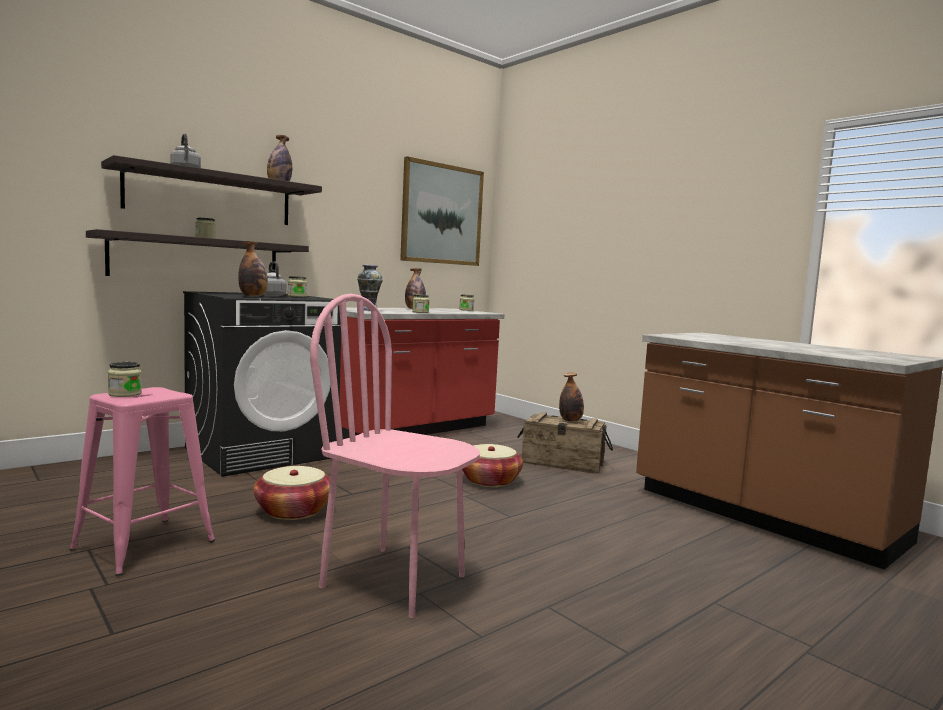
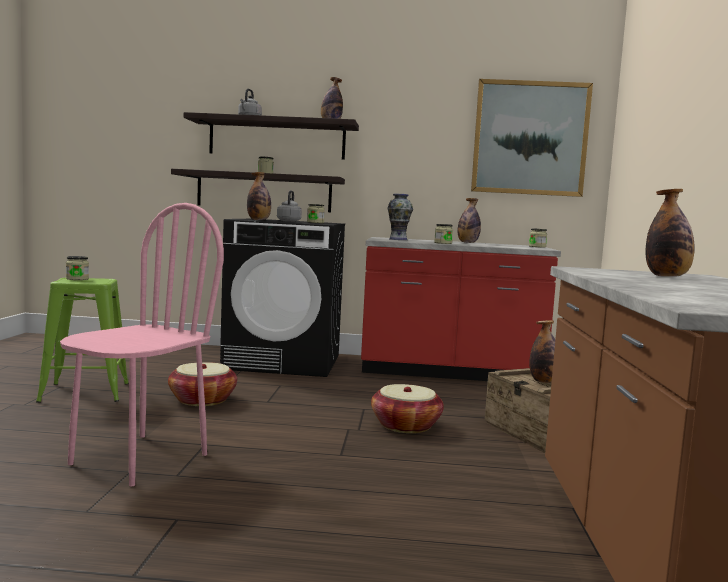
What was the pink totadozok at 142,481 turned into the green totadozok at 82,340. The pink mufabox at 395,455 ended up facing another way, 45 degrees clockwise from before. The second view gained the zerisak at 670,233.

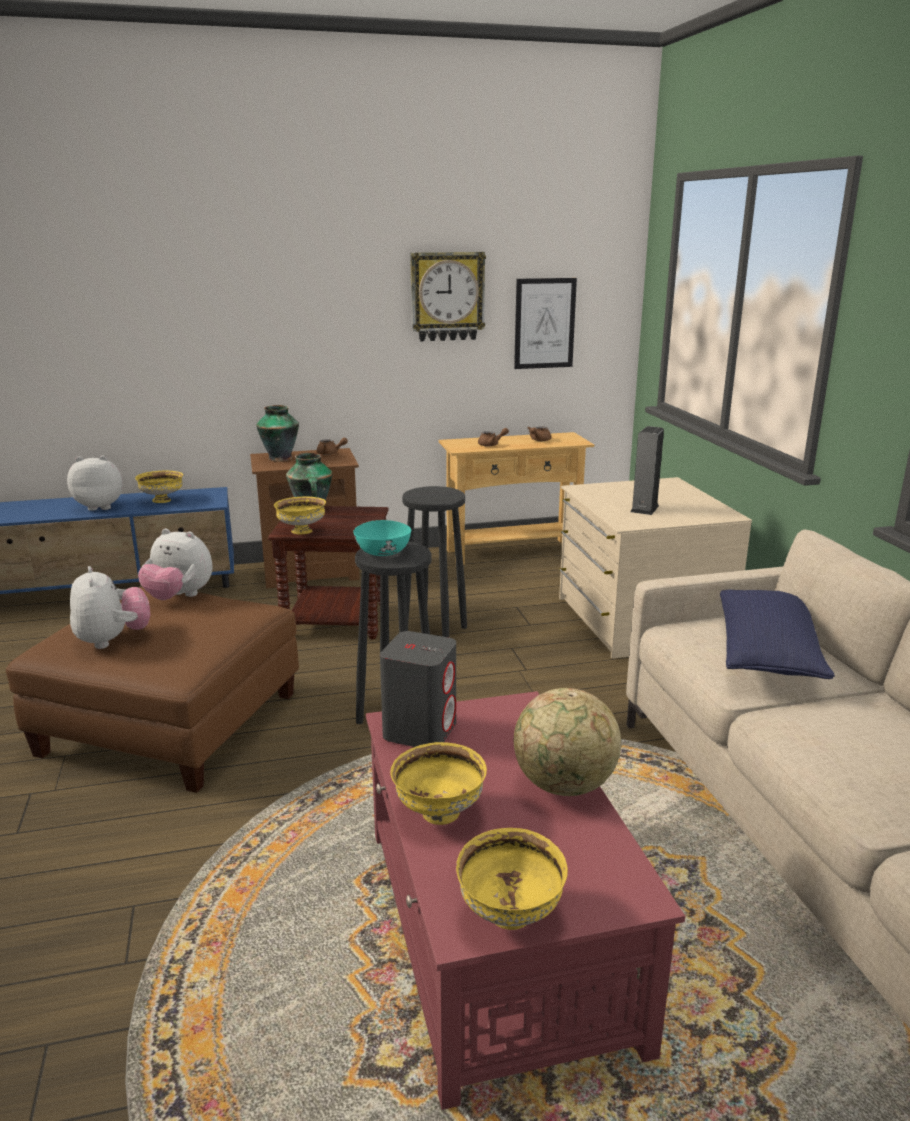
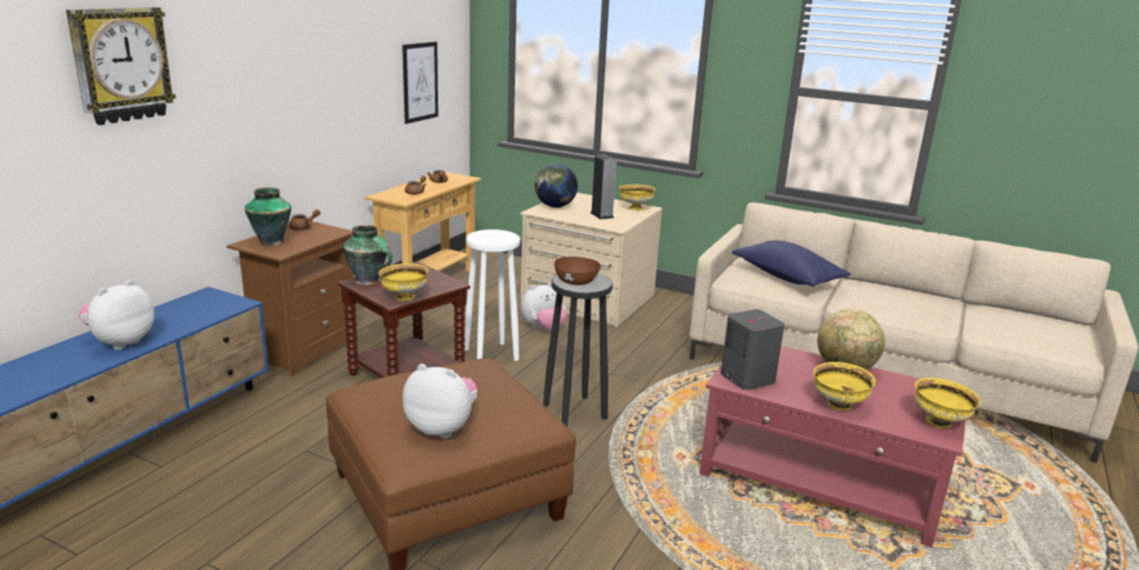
The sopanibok ended up elsewhere, having gone from 448,296 to 121,66. What was the black totadozok at 434,561 turned into the white totadozok at 492,295. The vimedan ended up elsewhere, having gone from 175,564 to 544,307. The second view gained the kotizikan at 556,186. What was the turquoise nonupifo at 382,538 turned into the brown nonupifo at 577,271. The yellow nonupifo ended up elsewhere, having gone from 159,487 to 637,197.

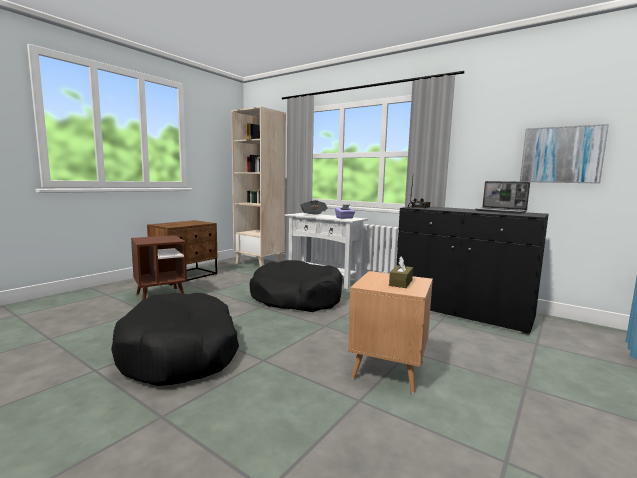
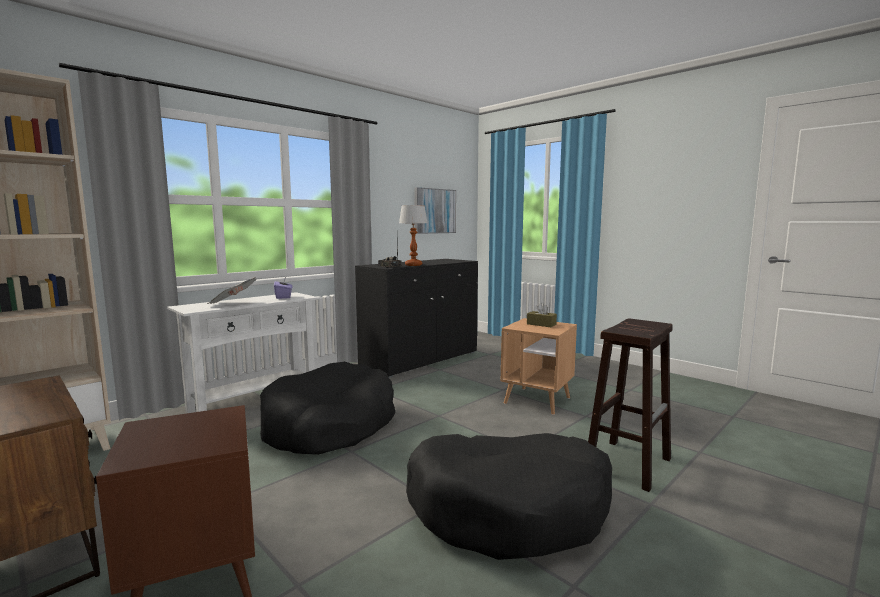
The second view gained the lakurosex at 413,235. The second view gained the brown totadozok at 630,405. The second view lost the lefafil at 502,197.

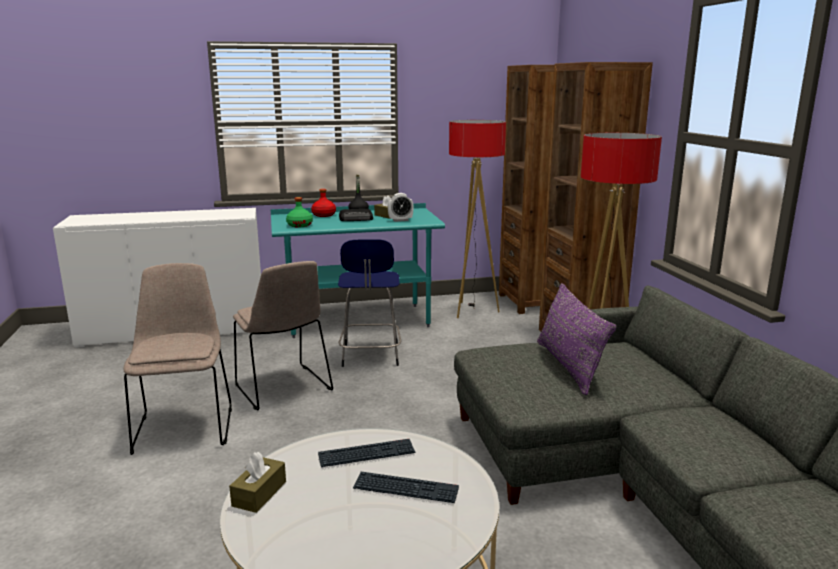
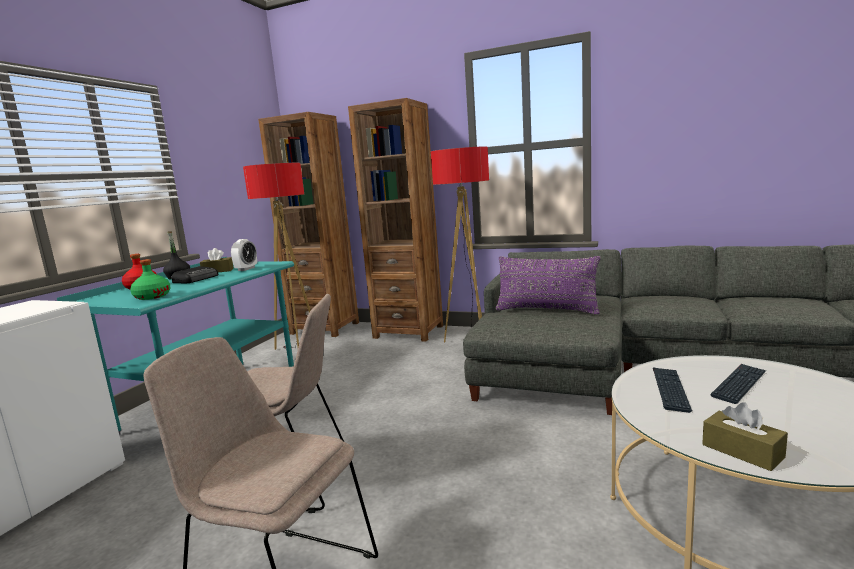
The second view lost the blue totadozok at 369,303.

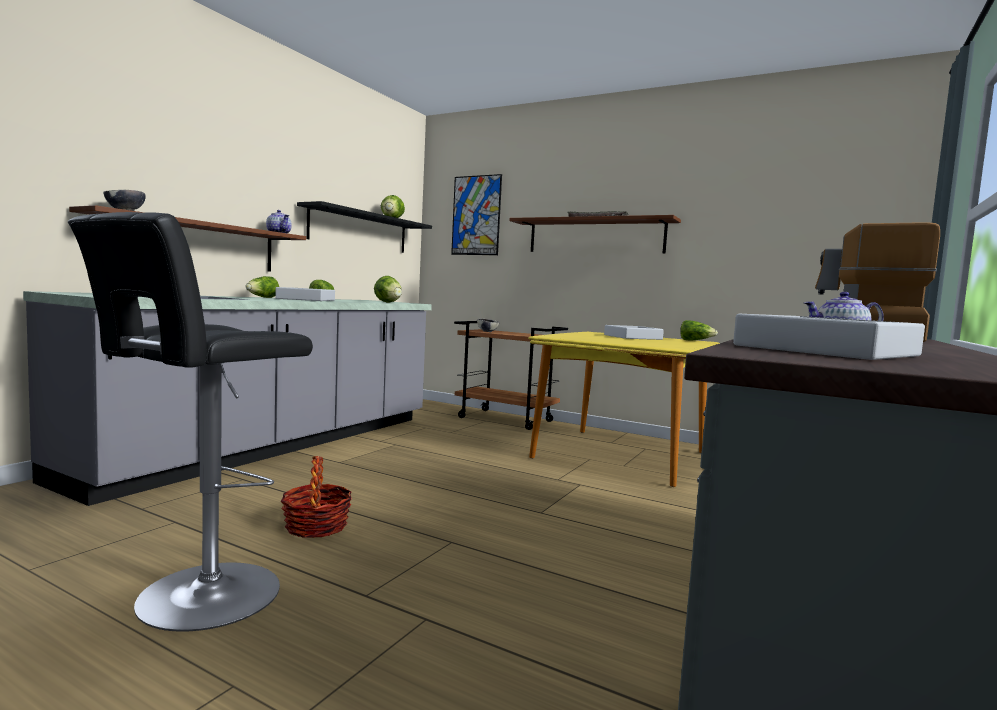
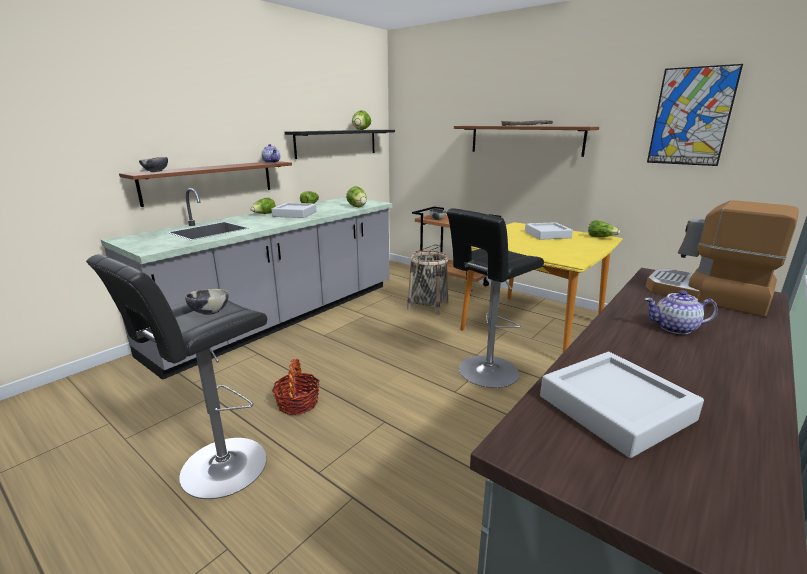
The second view gained the nonupifo at 206,302. The second view gained the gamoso at 427,282. The second view gained the black totadozok at 495,298. The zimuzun ended up elsewhere, having gone from 476,214 to 695,115.

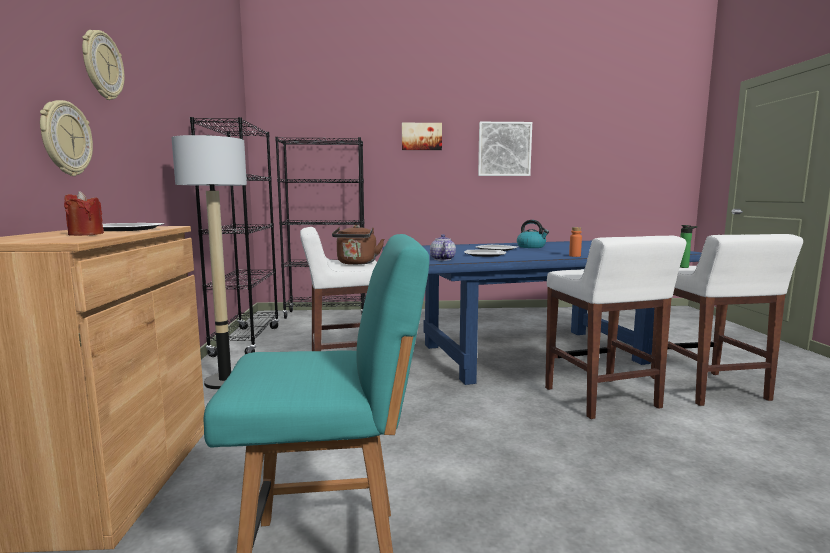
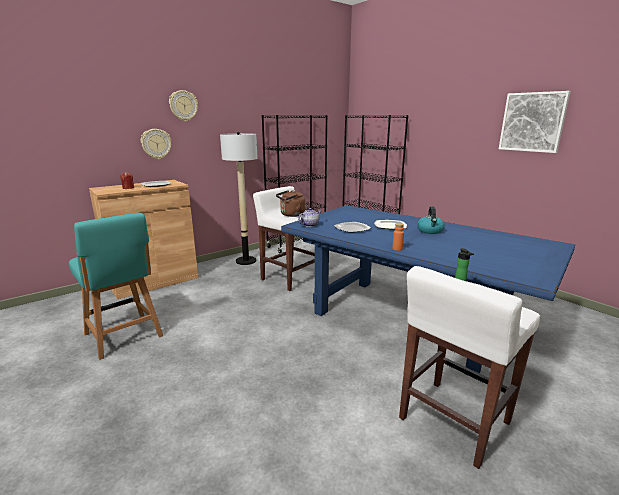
The second view lost the zimuzun at 422,136. The second view lost the white totadozok at 615,327.

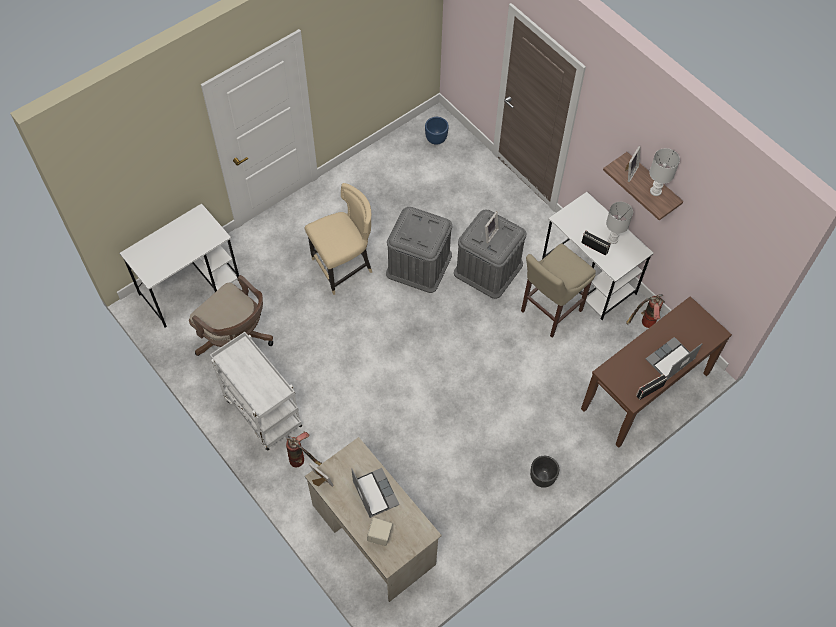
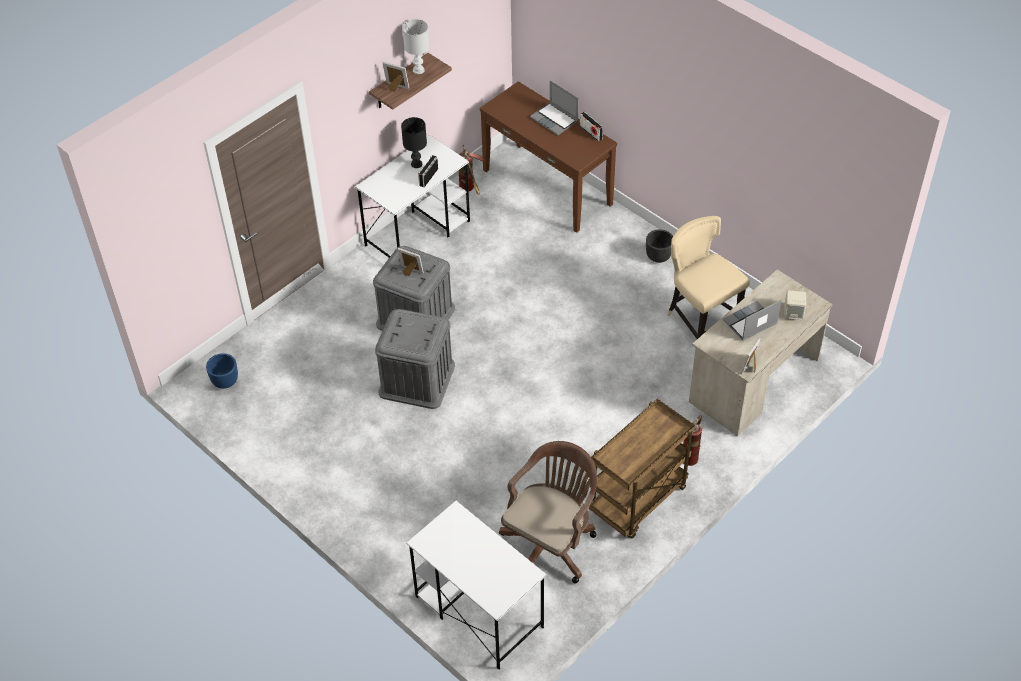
What was the white lakurosex at 619,223 turned into the black lakurosex at 414,142. What was the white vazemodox at 256,391 turned into the brown vazemodox at 642,468. The beige mufabox ended up elsewhere, having gone from 338,239 to 708,277. The second view lost the beige totadozok at 558,290.

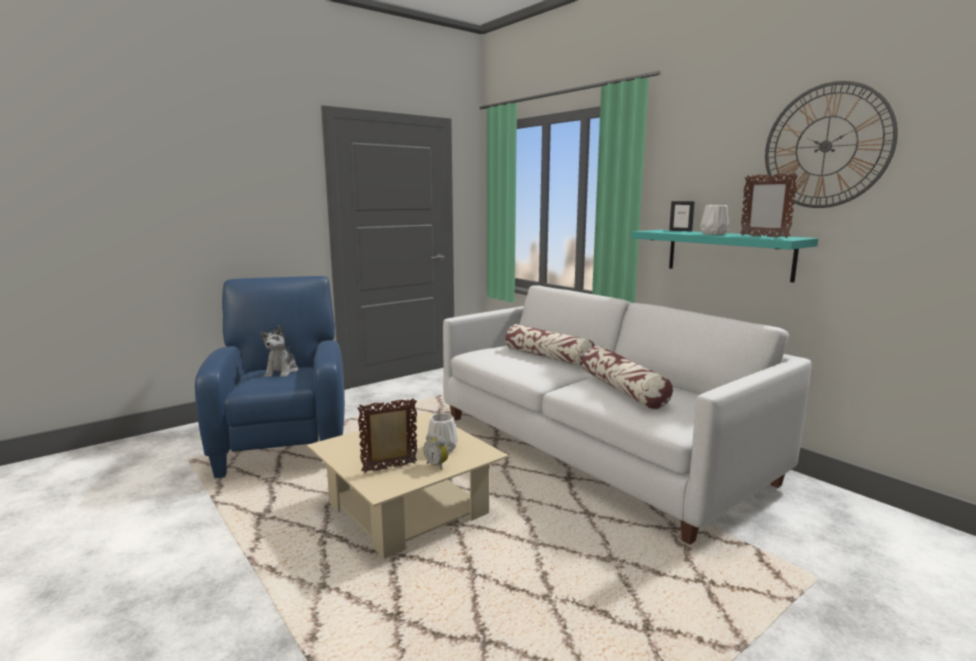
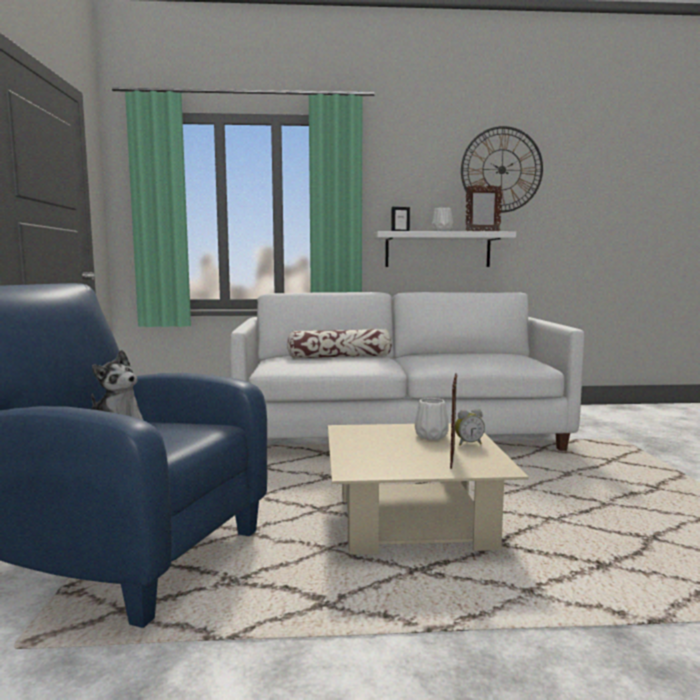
What was the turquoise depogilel at 725,256 turned into the white depogilel at 444,249. The second view lost the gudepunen at 627,377.

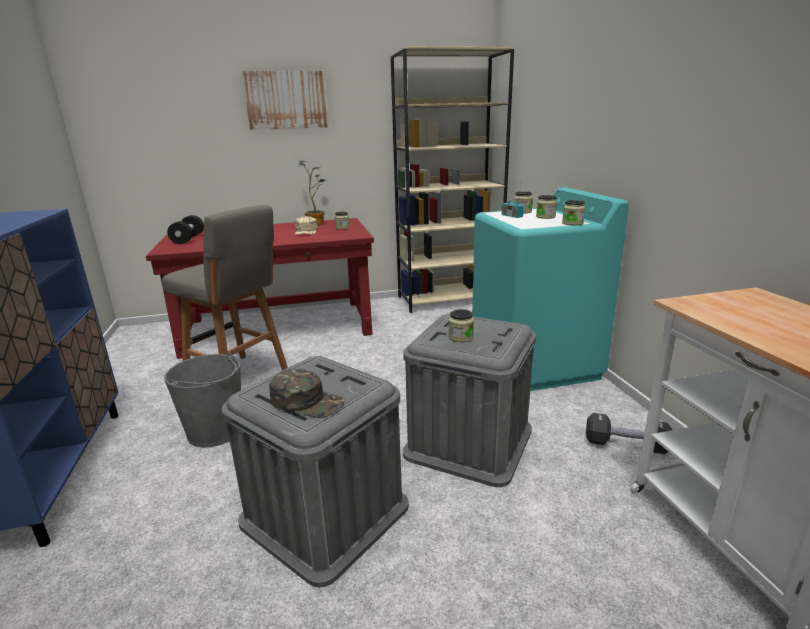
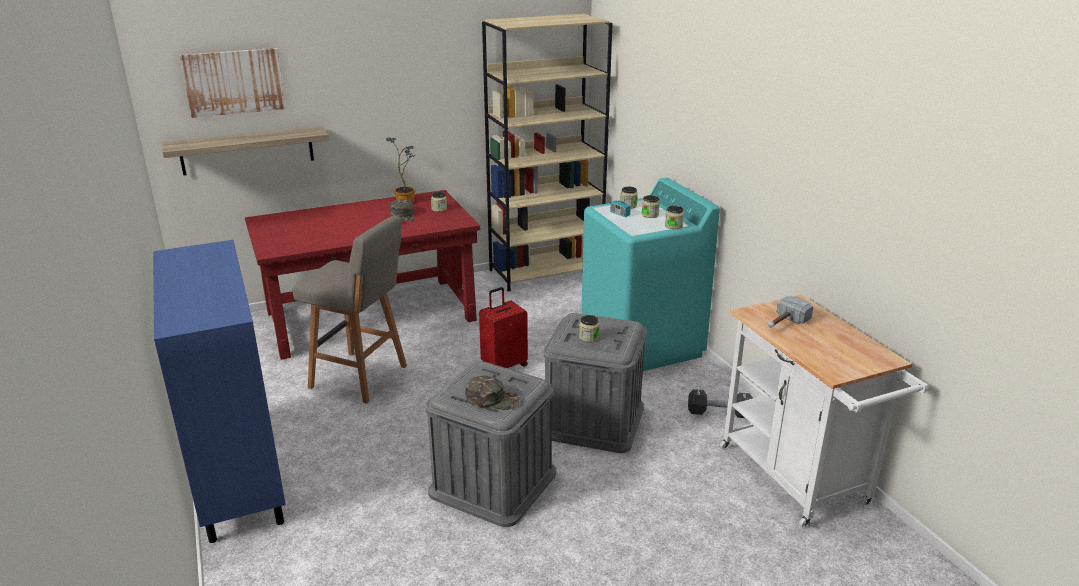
The second view gained the depogilel at 245,151. The zimuzun ended up elsewhere, having gone from 285,100 to 233,83. What was the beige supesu at 306,225 turned into the green supesu at 402,210. The second view gained the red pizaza at 503,327. The second view gained the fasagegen at 790,312. The second view lost the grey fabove at 202,400. The second view lost the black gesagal at 185,229.

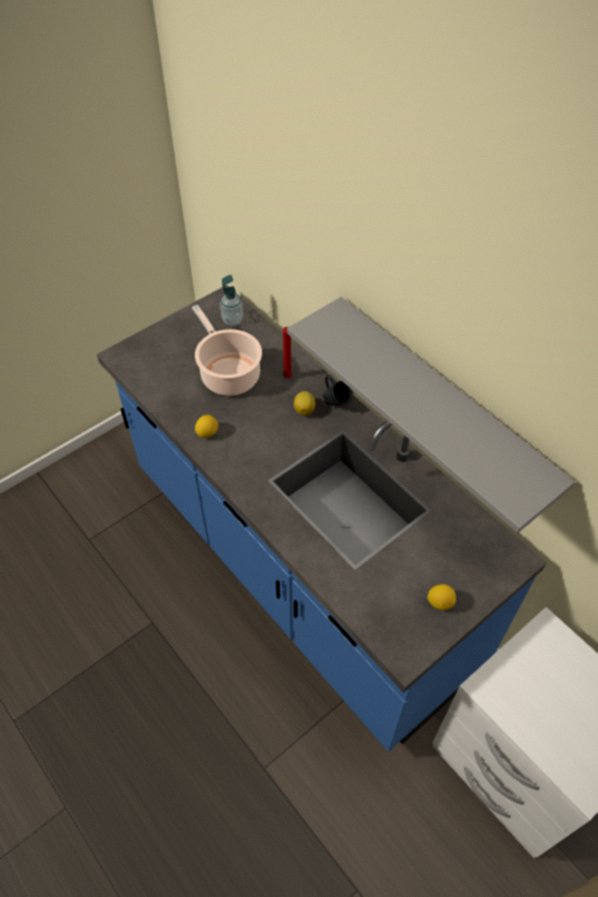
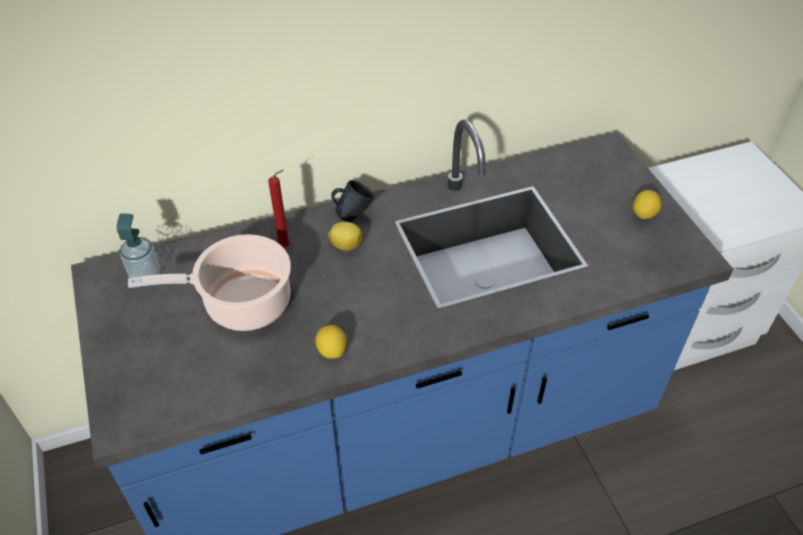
The second view lost the grey depogilel at 431,415.

